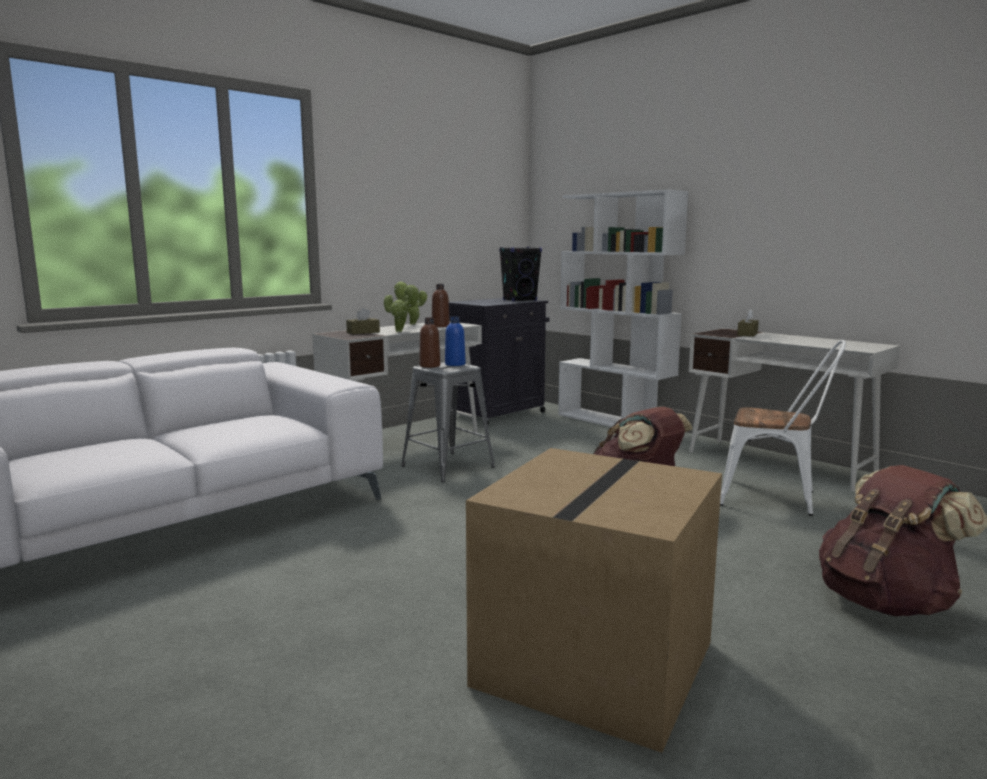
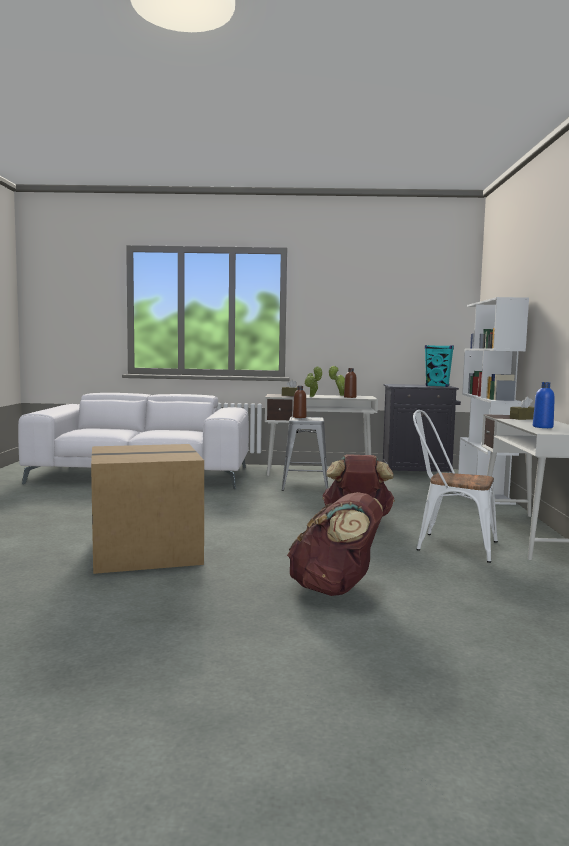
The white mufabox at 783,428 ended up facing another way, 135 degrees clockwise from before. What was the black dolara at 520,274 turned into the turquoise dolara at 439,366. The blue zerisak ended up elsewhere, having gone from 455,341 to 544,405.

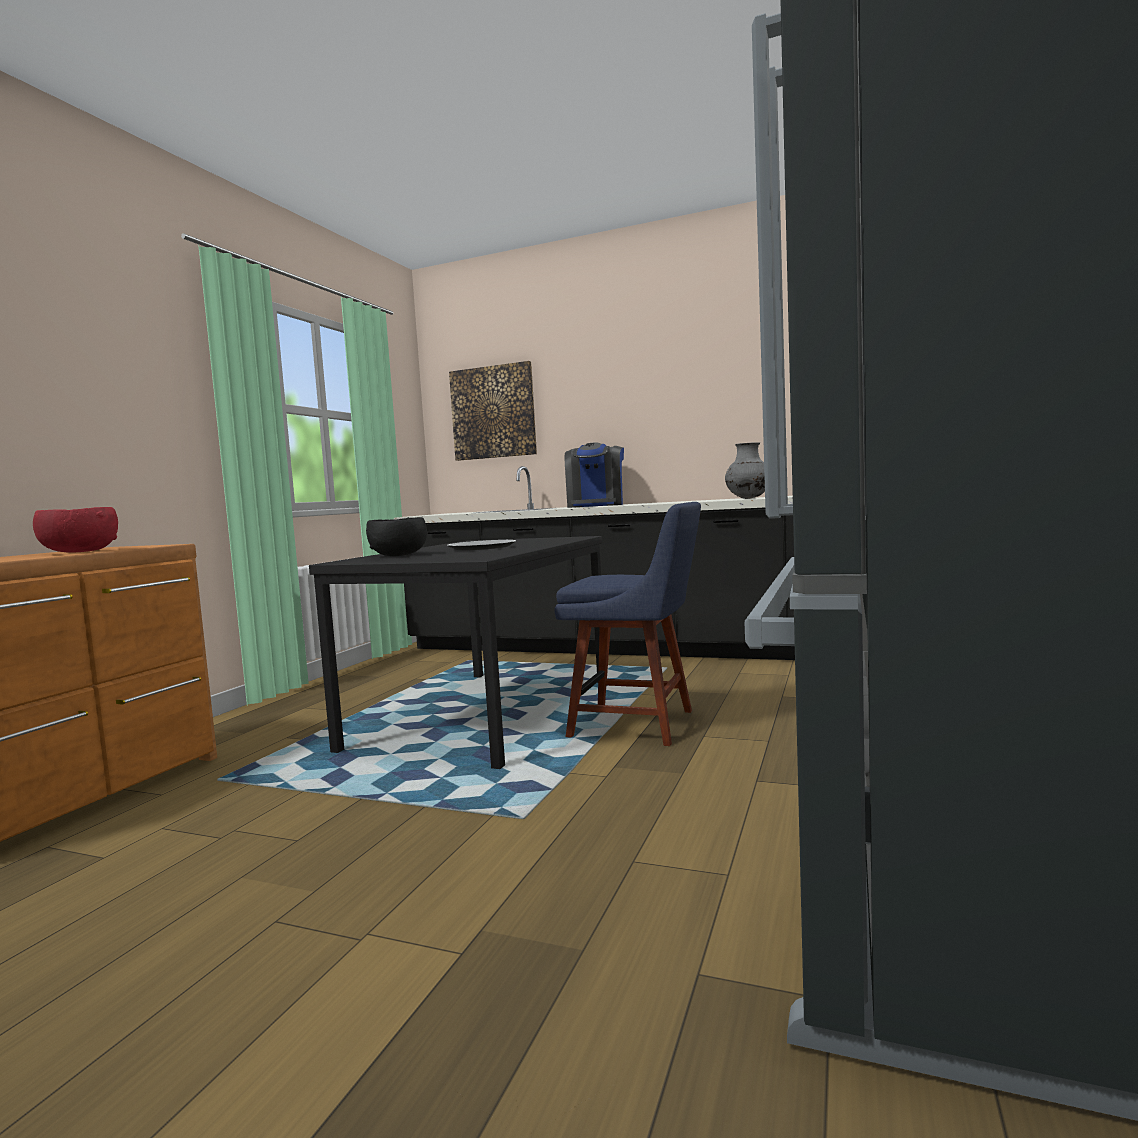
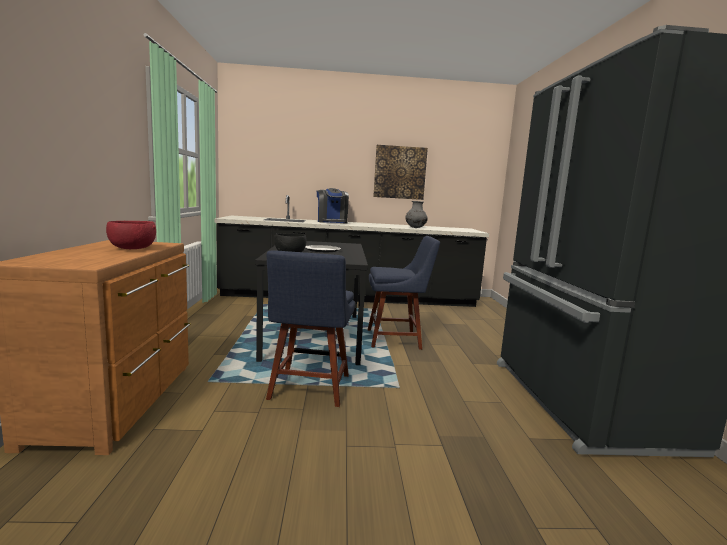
The second view gained the blue mufabox at 310,328. The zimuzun ended up elsewhere, having gone from 493,411 to 400,172.

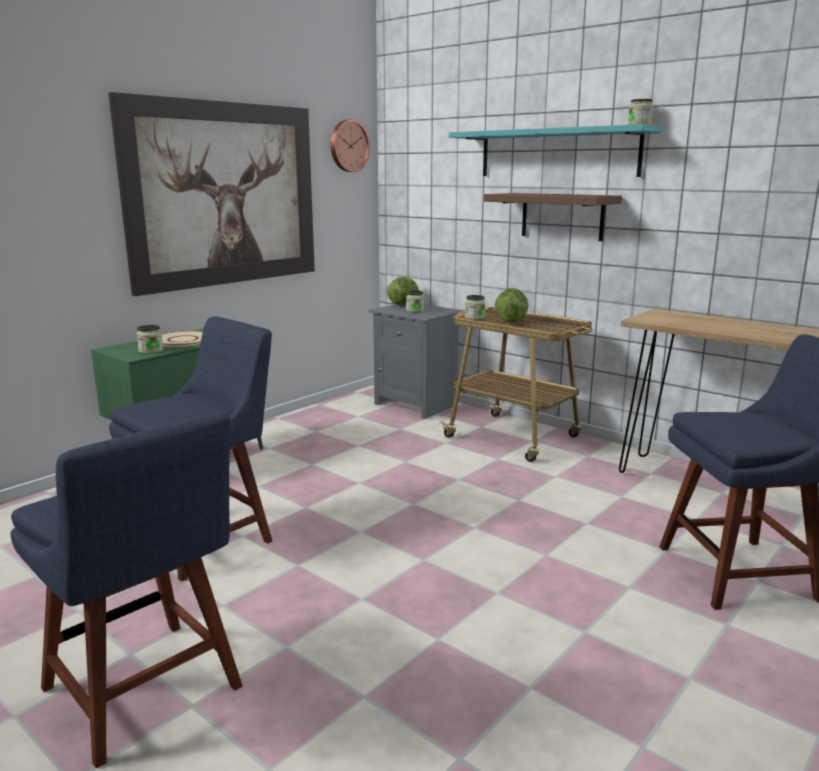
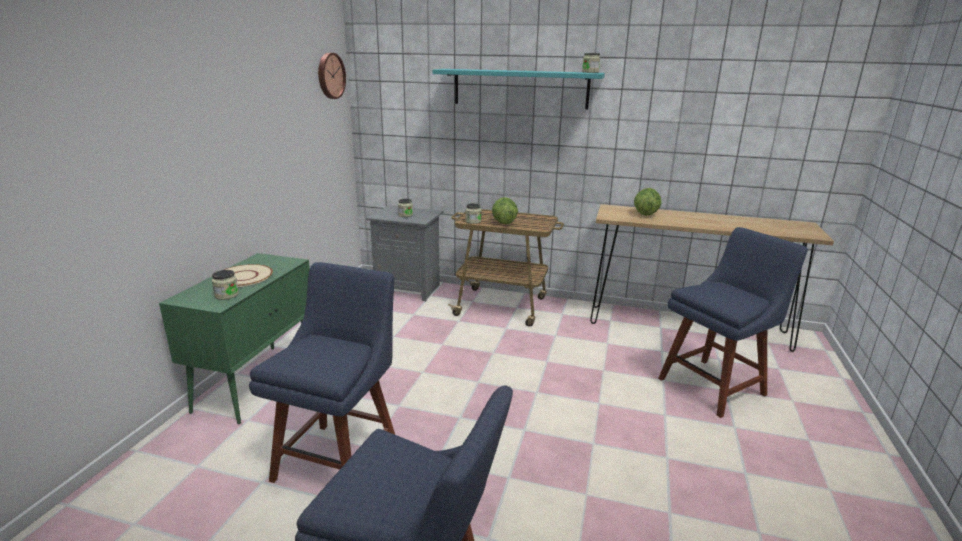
The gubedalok ended up elsewhere, having gone from 403,291 to 647,202. The second view lost the zimuzun at 211,194. The second view lost the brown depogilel at 553,217.

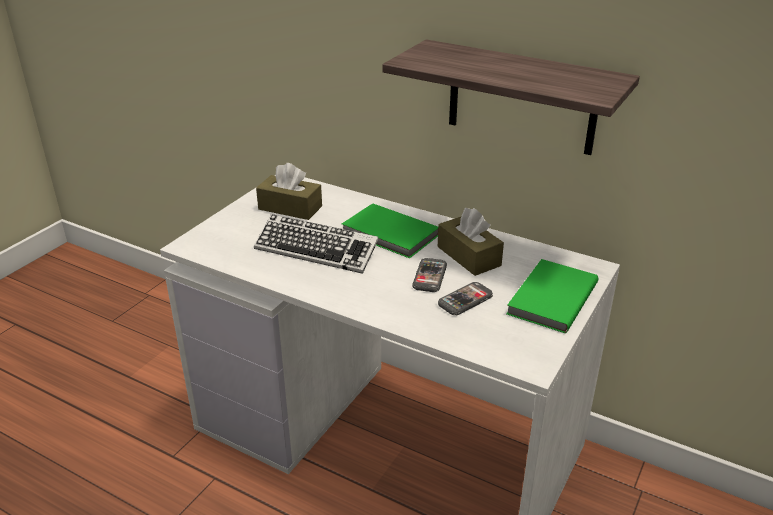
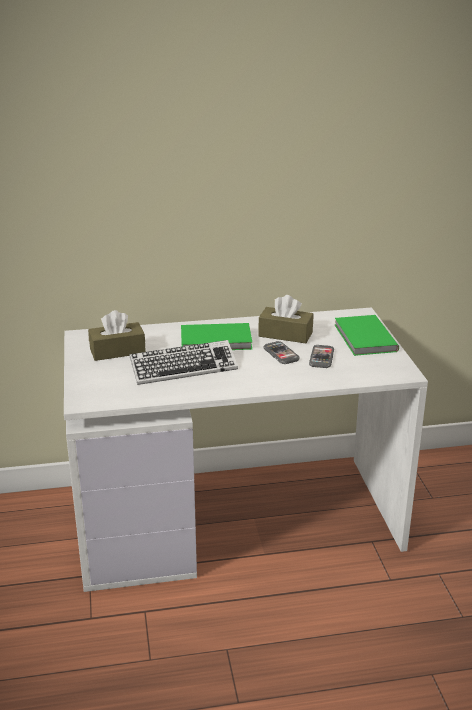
The second view lost the depogilel at 511,97.

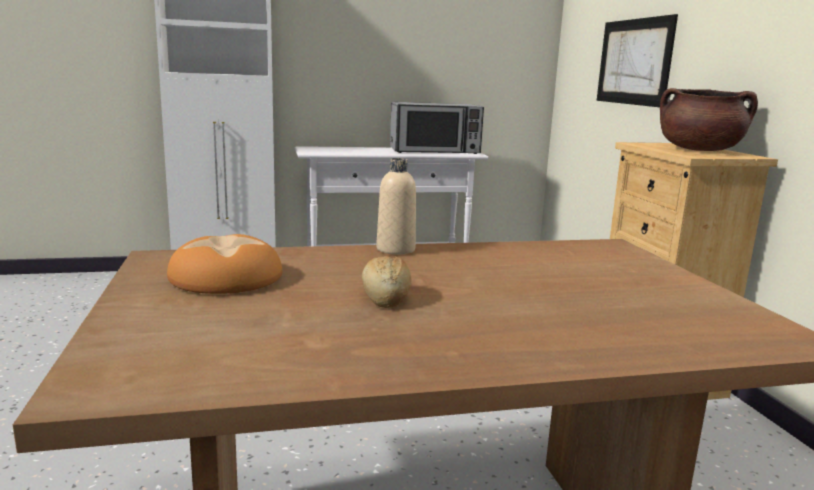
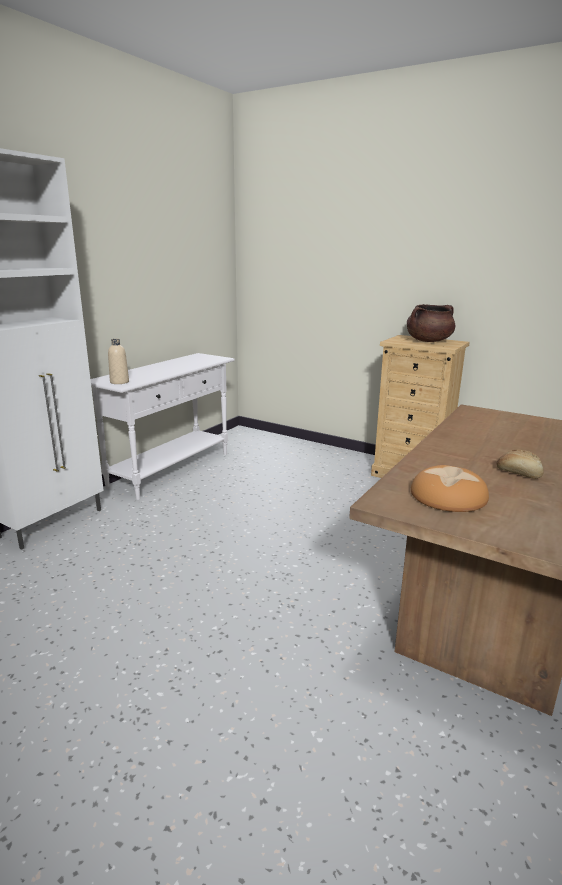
The beige zerisak ended up elsewhere, having gone from 396,206 to 118,361. The second view lost the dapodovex at 437,128. The second view lost the zimuzun at 637,60.

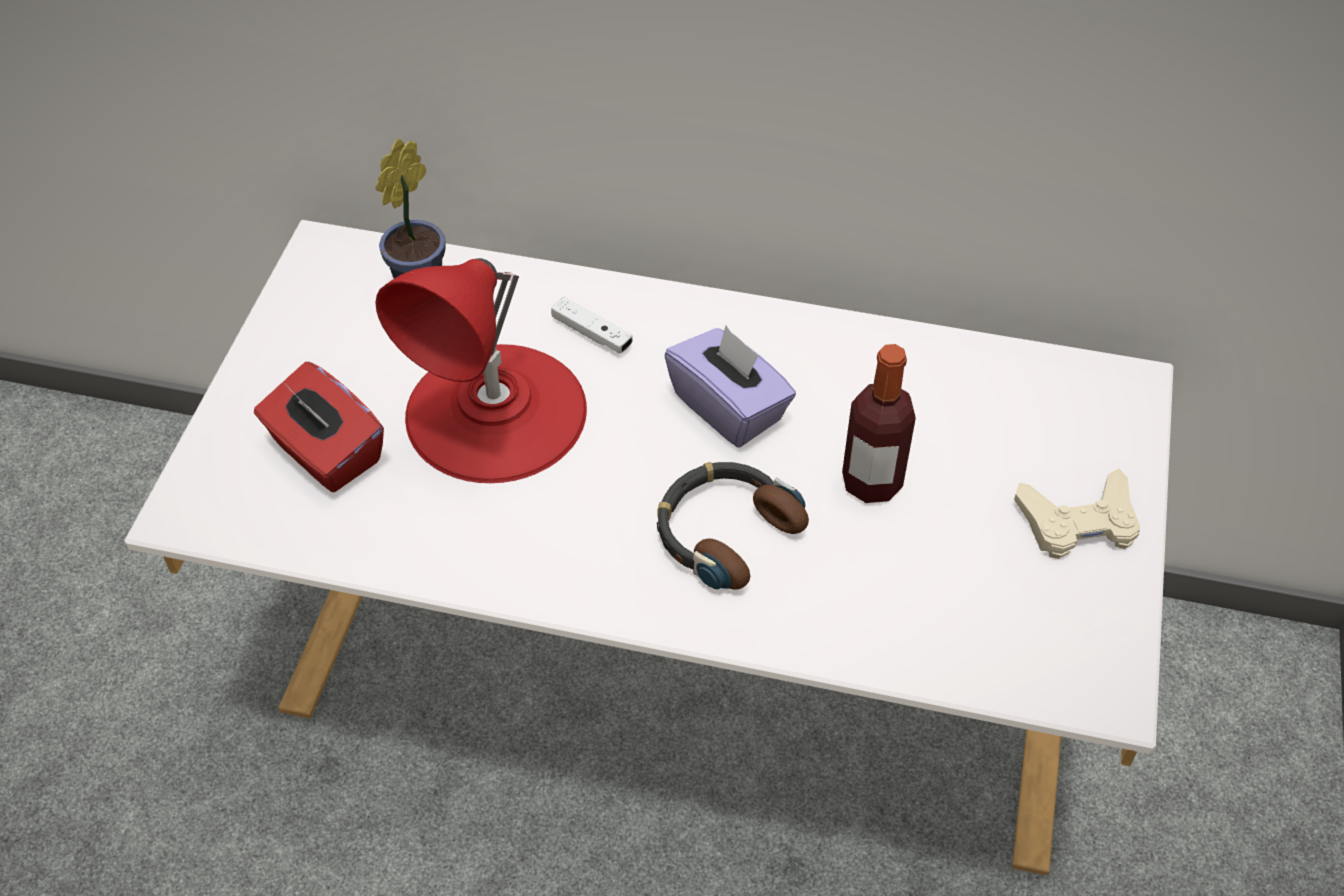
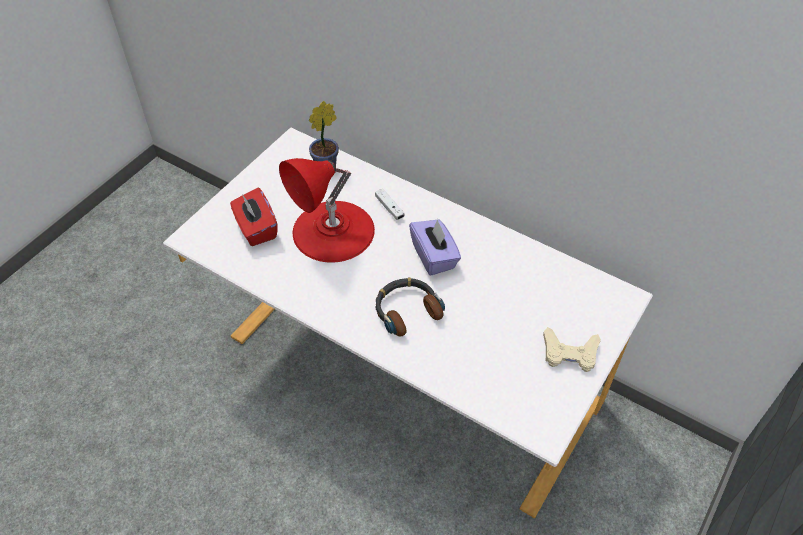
The second view lost the zerisak at 879,423.

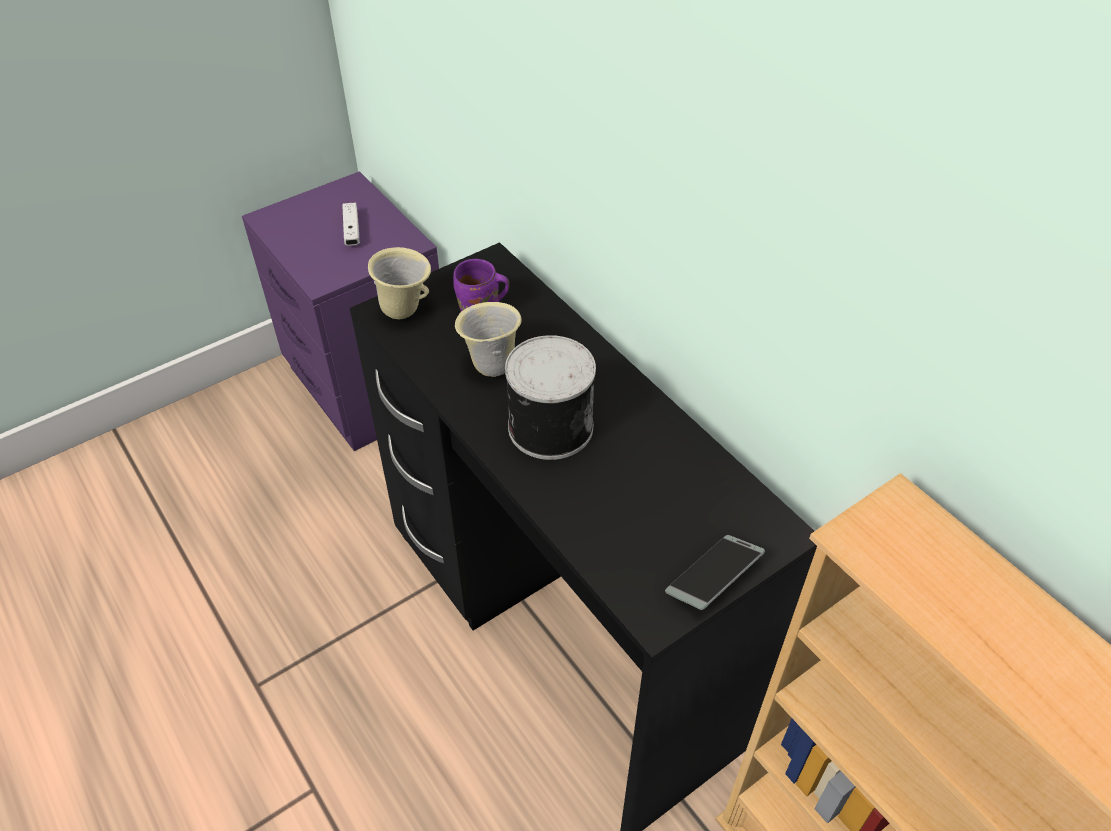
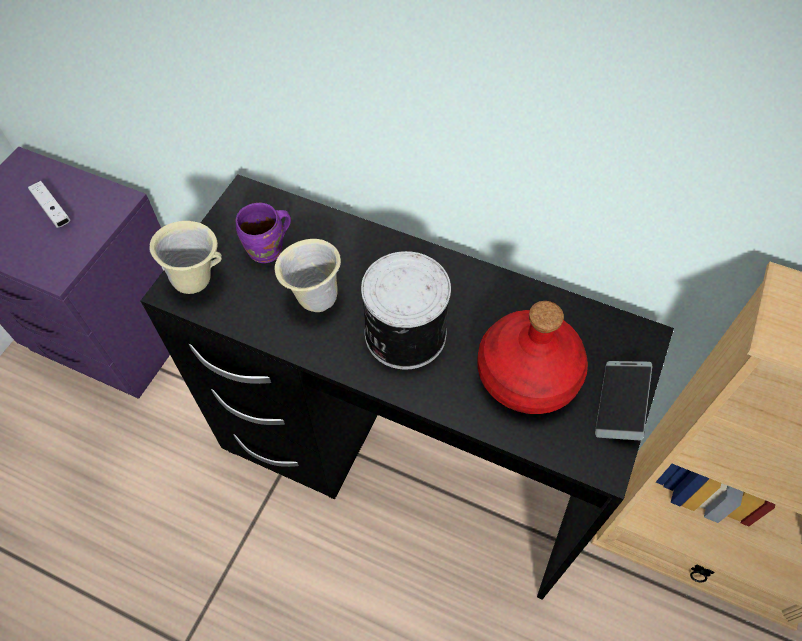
The second view gained the red zerisak at 532,357.

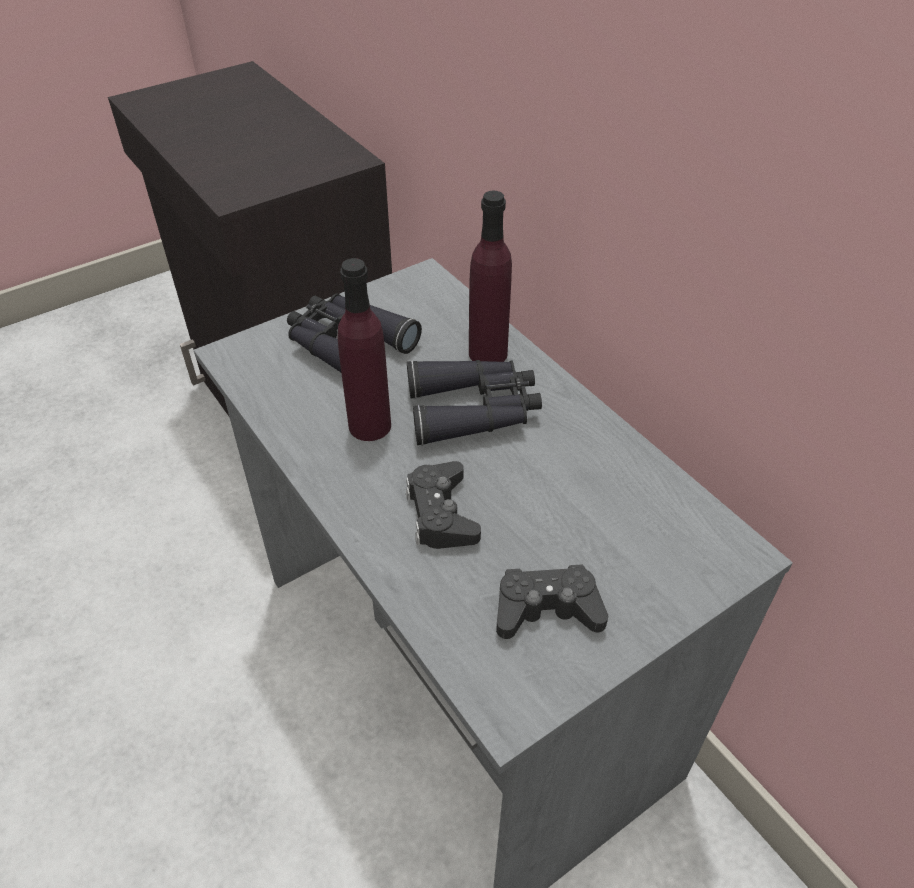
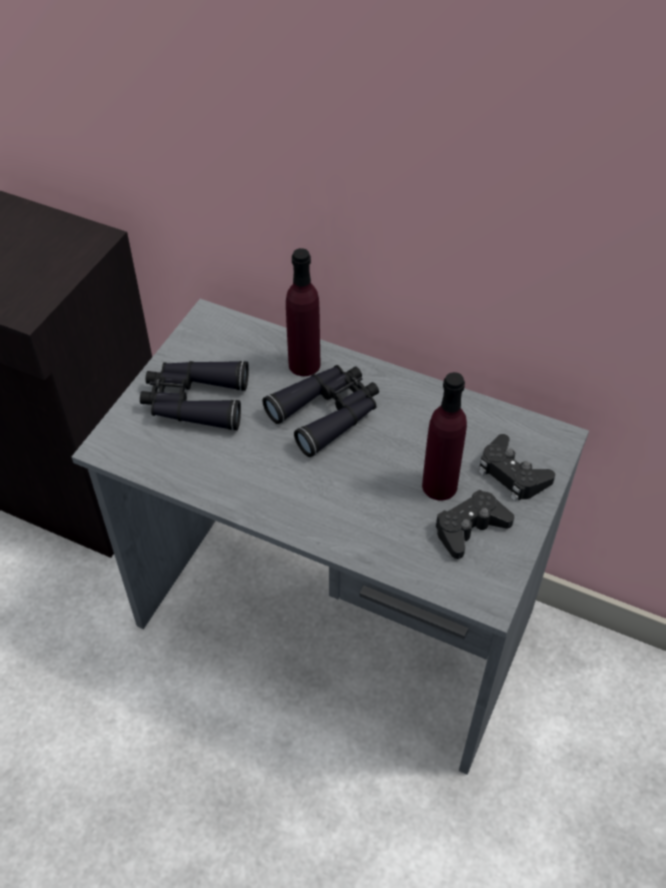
The purple zerisak ended up elsewhere, having gone from 364,349 to 444,436. The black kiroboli ended up elsewhere, having gone from 443,505 to 516,468.

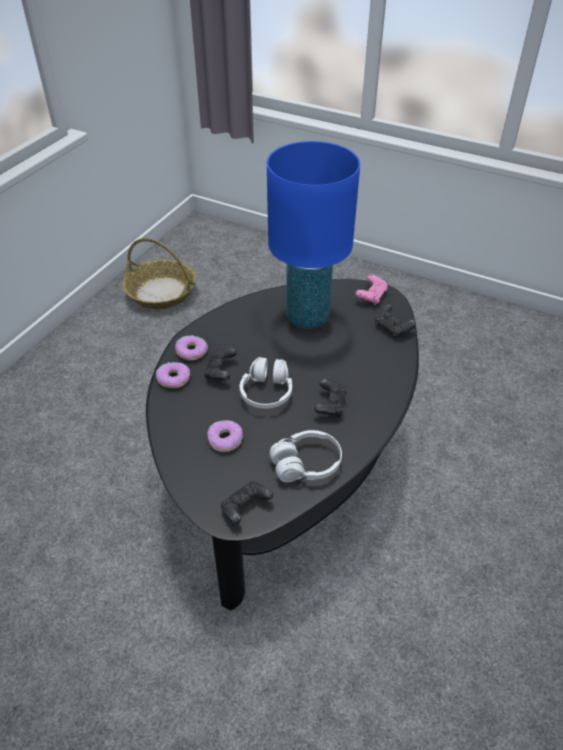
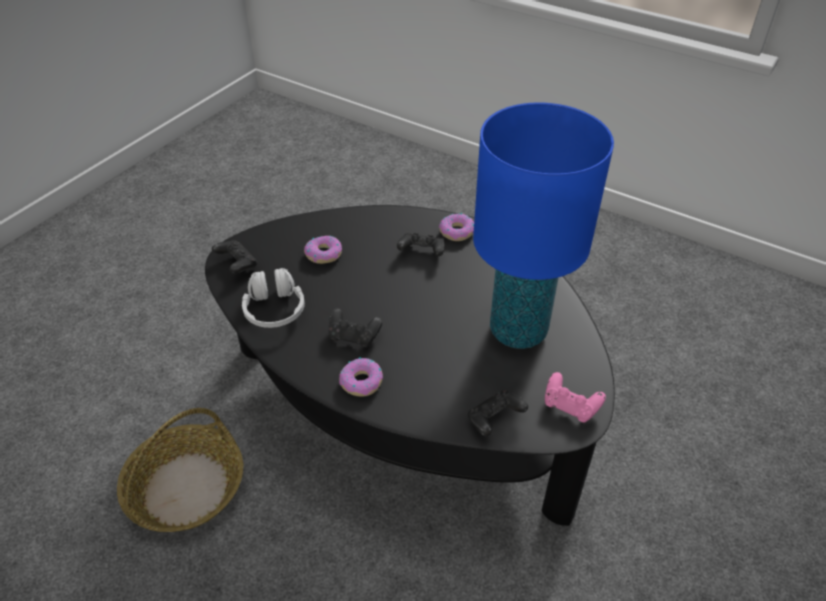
The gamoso ended up elsewhere, having gone from 159,273 to 180,470. The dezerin ended up elsewhere, having gone from 173,375 to 361,377. The second view lost the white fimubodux at 266,383.

